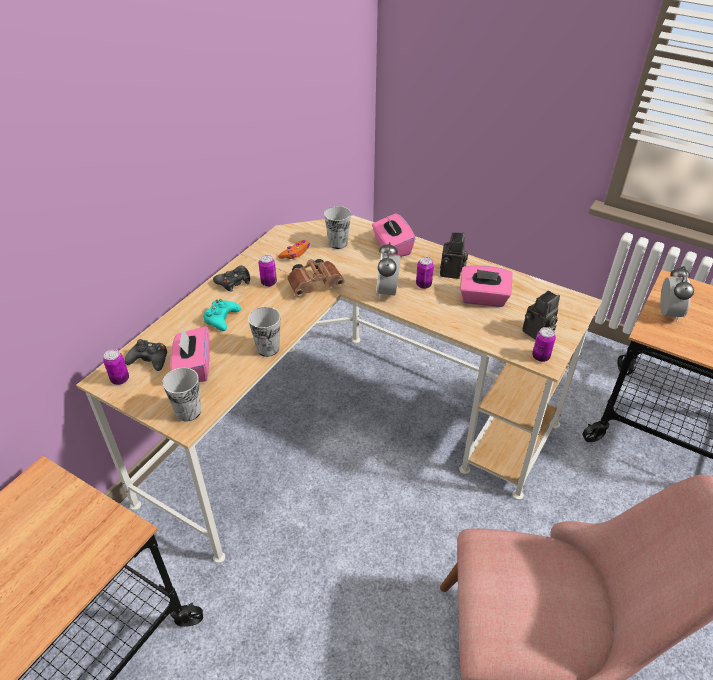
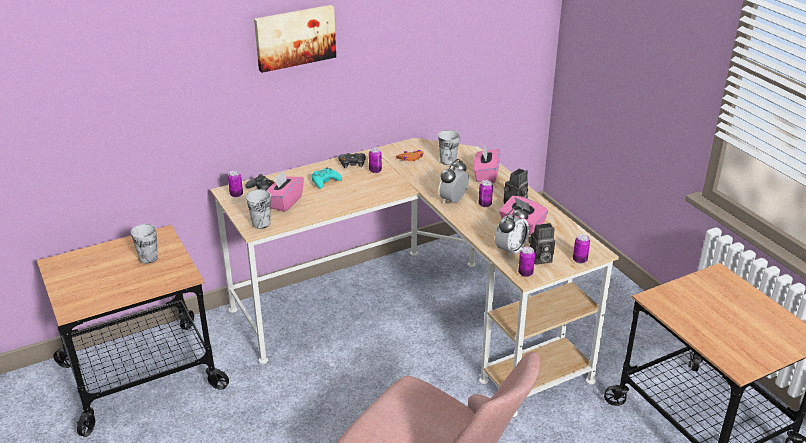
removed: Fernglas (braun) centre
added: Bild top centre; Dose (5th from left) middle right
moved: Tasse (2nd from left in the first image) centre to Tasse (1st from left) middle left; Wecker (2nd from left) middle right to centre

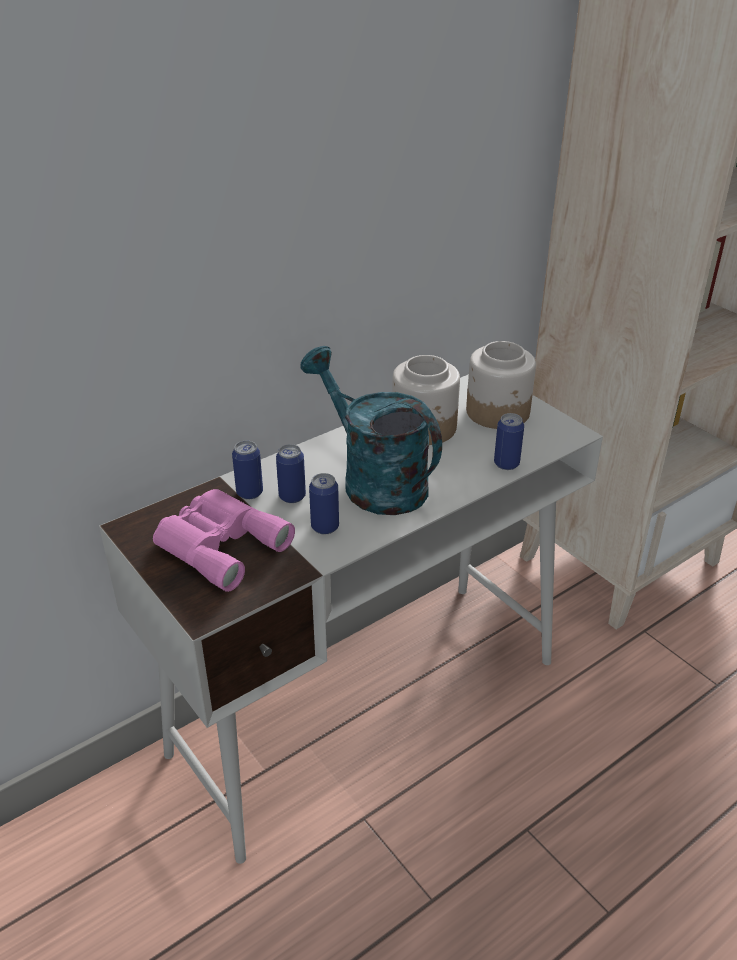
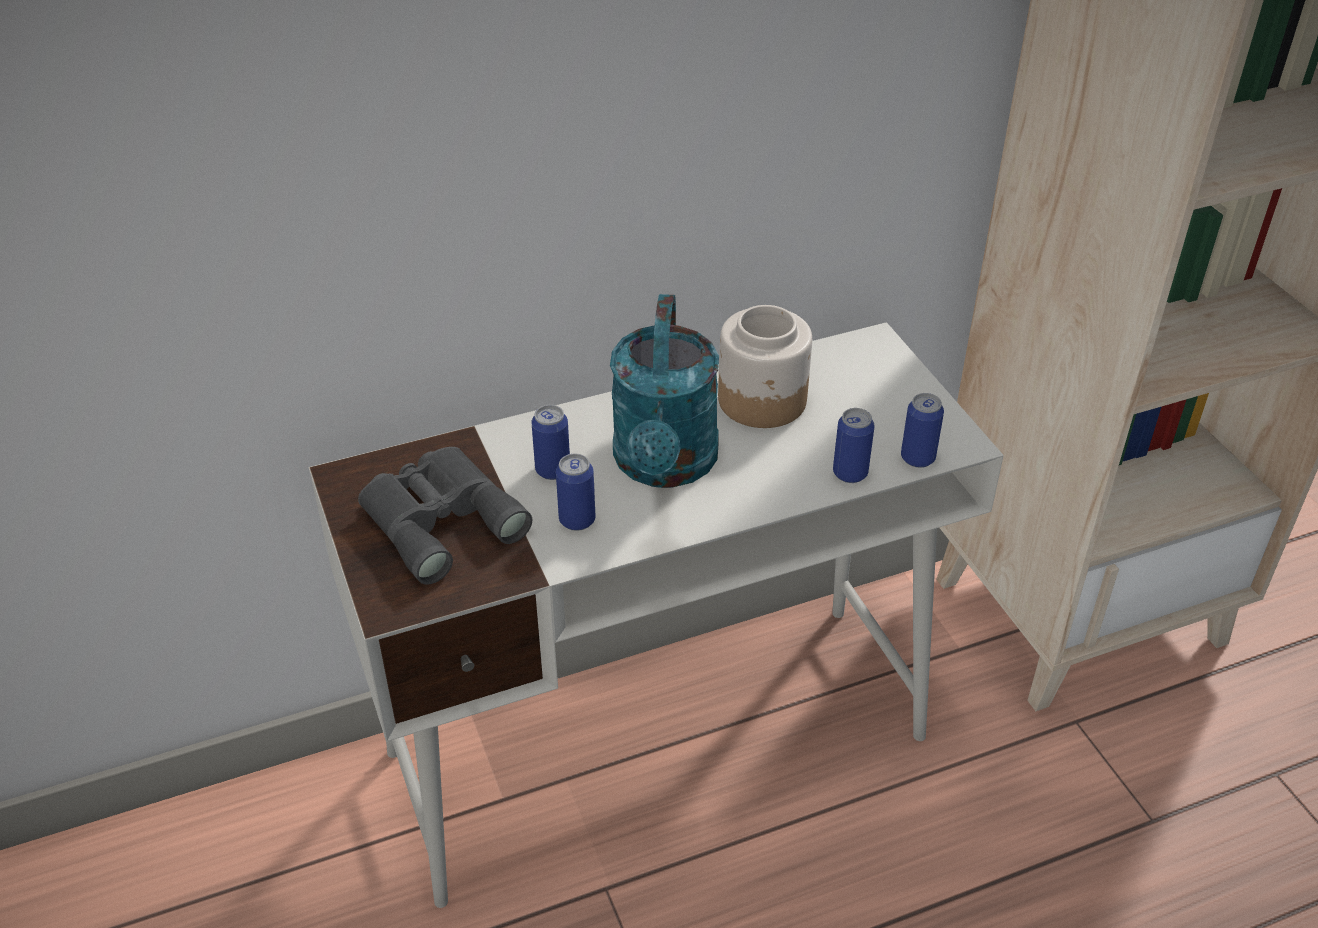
removed: Vorratsglas (2nd from left) middle right
moved: Dose (1st from left in the first image) centre to Dose (4th from left) middle right
recoloured: Fernglas (rosa) middle left to Fernglas (grau) centre
turned: Gießkanne (türkis) centre = centre 150 degrees counterclockwise

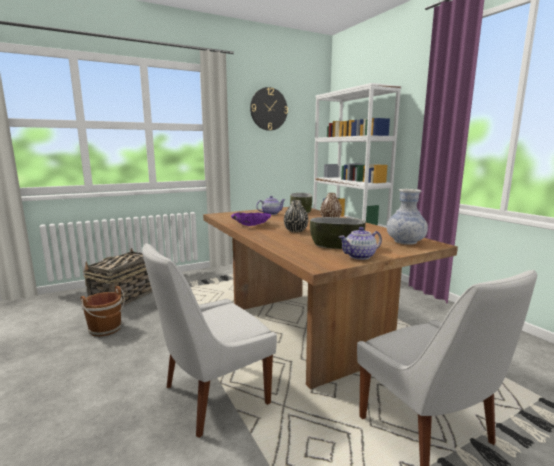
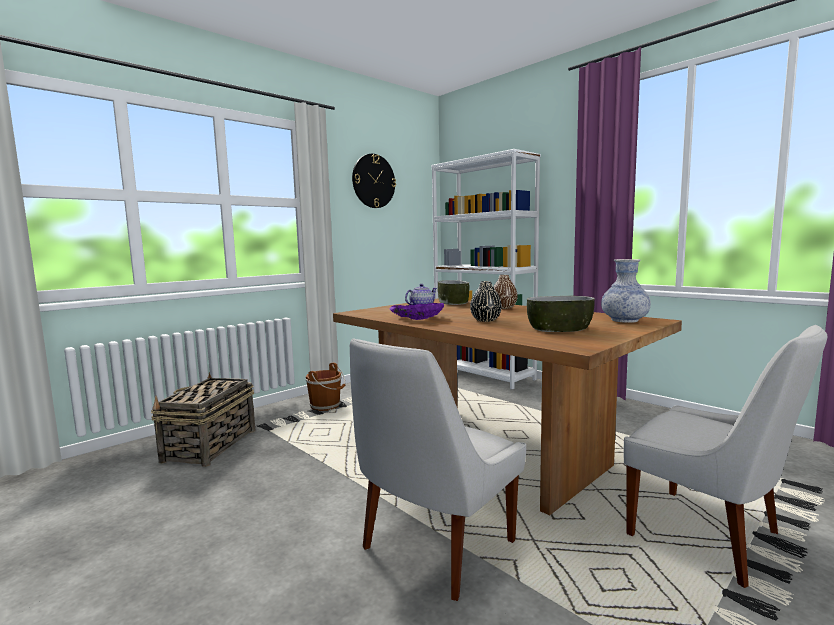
removed: Teekanne (2nd from left) centre
moved: Eimer (braun) bottom left to centre

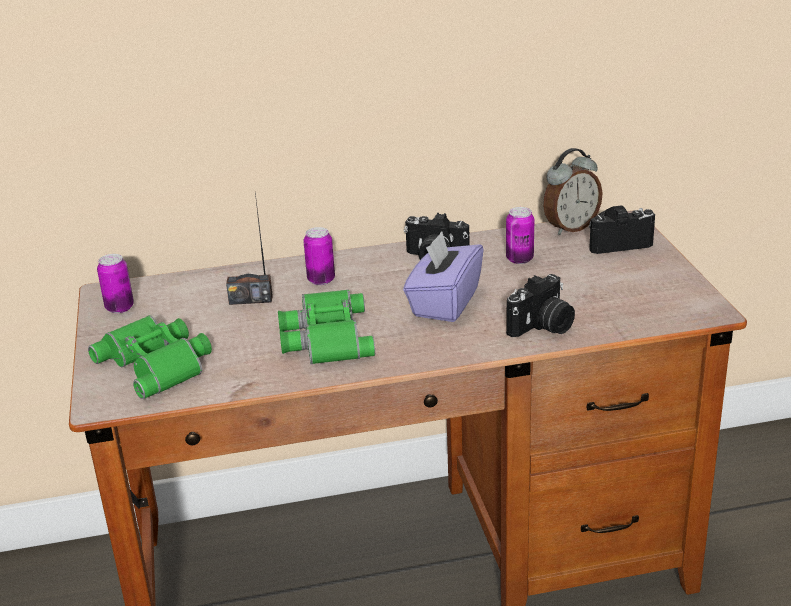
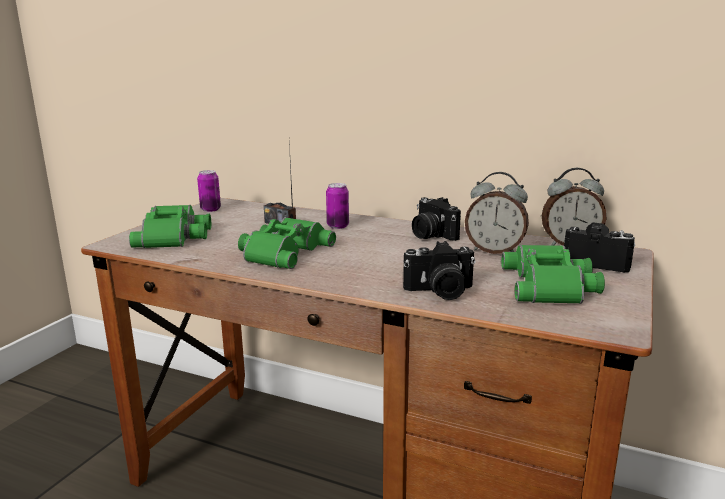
removed: Taschentuchbox (lila) centre
added: Fernglas (grün) (3rd from left) middle right
replaced: Dose (3rd from left) centre to Wecker (1st from left) middle right

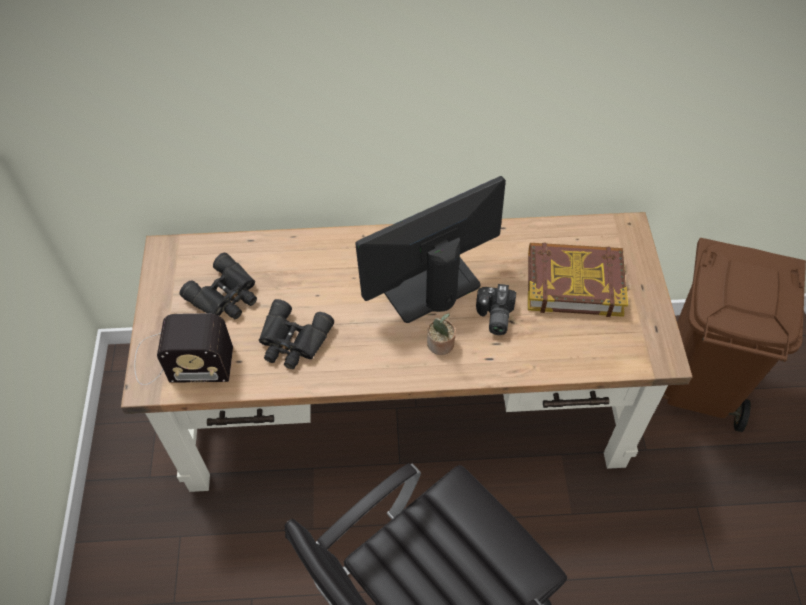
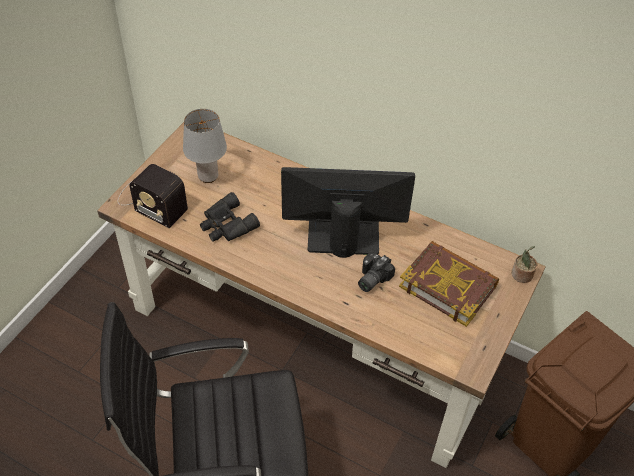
moved: Topfpflanze centre to middle right
replaced: Fernglas (schwarz) (1st from left) middle left to Tischlampe (grau) top left

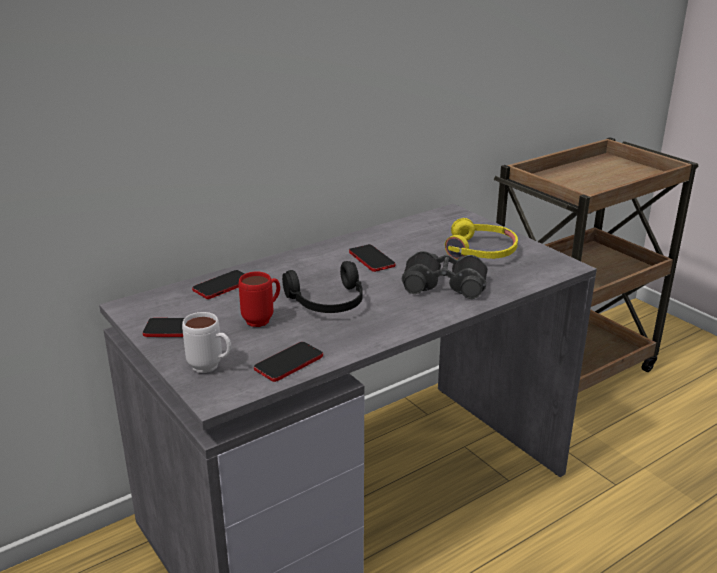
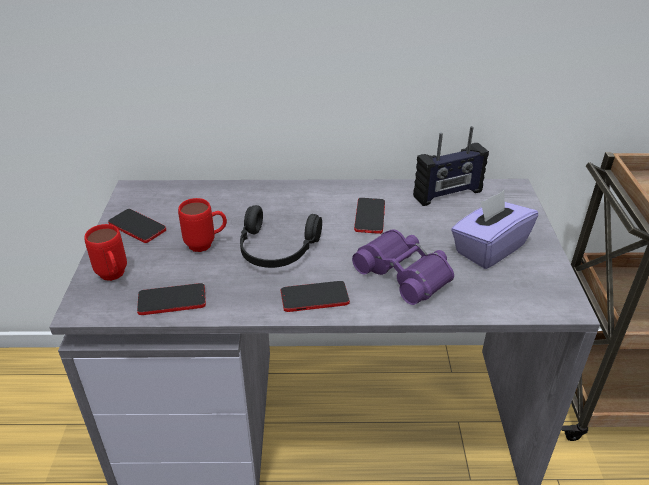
added: Radio middle right
moved: Handy (2nd from left in the first image) middle left to Handy (3rd from left) centre
replaced: Kopfhörer (gelb) middle right to Taschentuchbox (lila) middle right
recoloured: Henkelbecher (weiß) middle left to Henkelbecher (rot) (1st from left) middle left; Fernglas (schwarz) centre to Fernglas (lila) centre

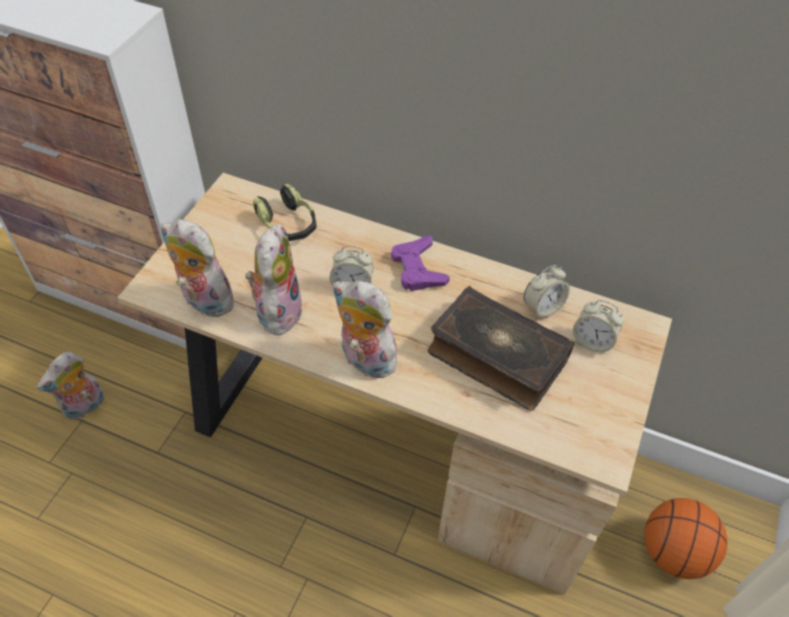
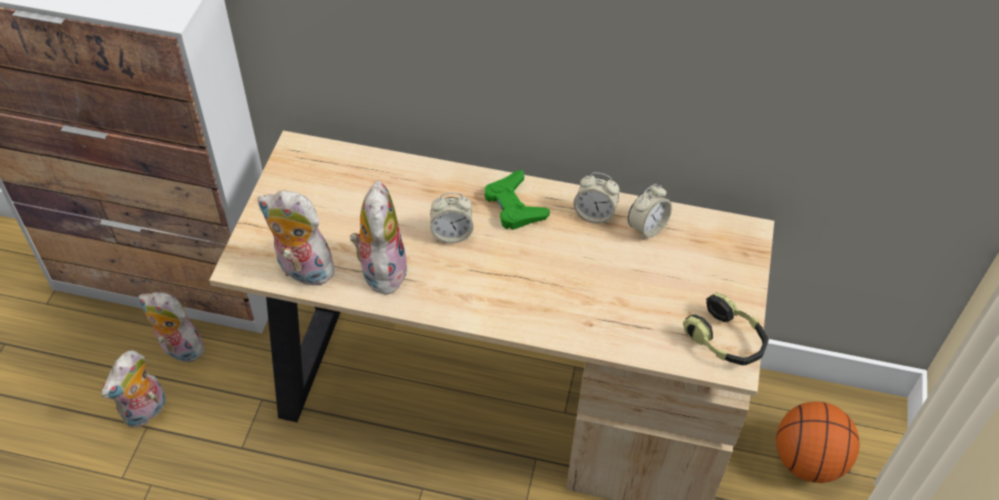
removed: Buch centre
moved: Kopfhörer centre to middle right; Plüschtier (4th from left in the first image) centre to Plüschtier (2nd from left) middle left; Wecker (3rd from left in the first image) middle right to Wecker (2nd from left) centre
recoloured: Gamepad (lila) centre to Gamepad (grün) centre

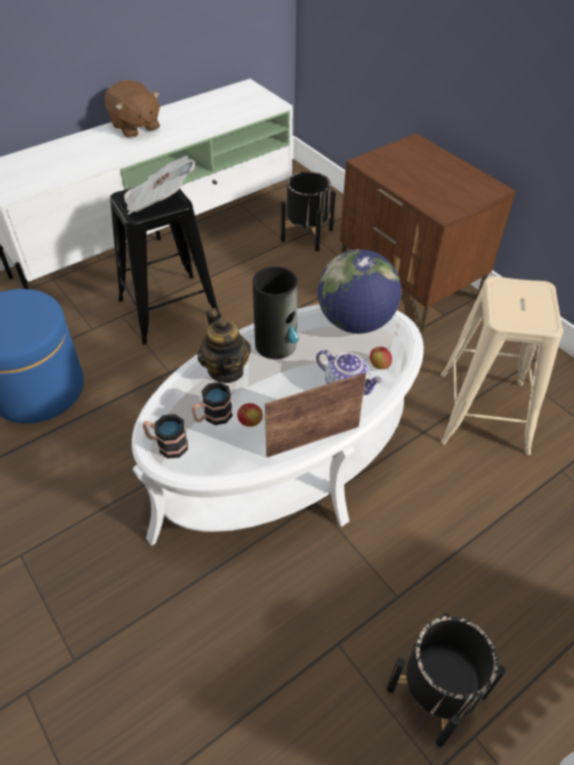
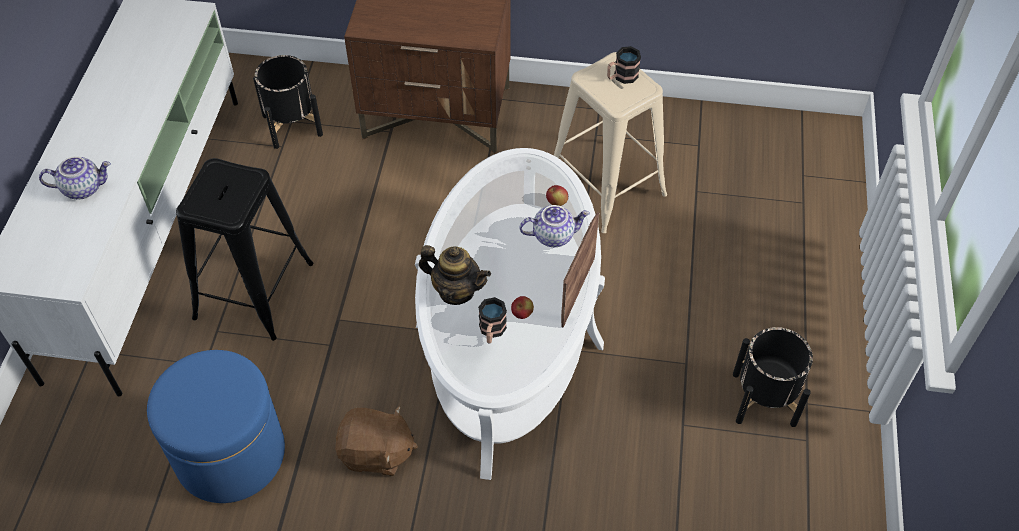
removed: Zeitung top left; Vase centre; Globus centre
added: Teekanne (1st from left) middle left
moved: Plüschtier (braun) top left to bottom centre; Henkelbecher (1st from left in the first image) middle left to Henkelbecher (2nd from left) top centre

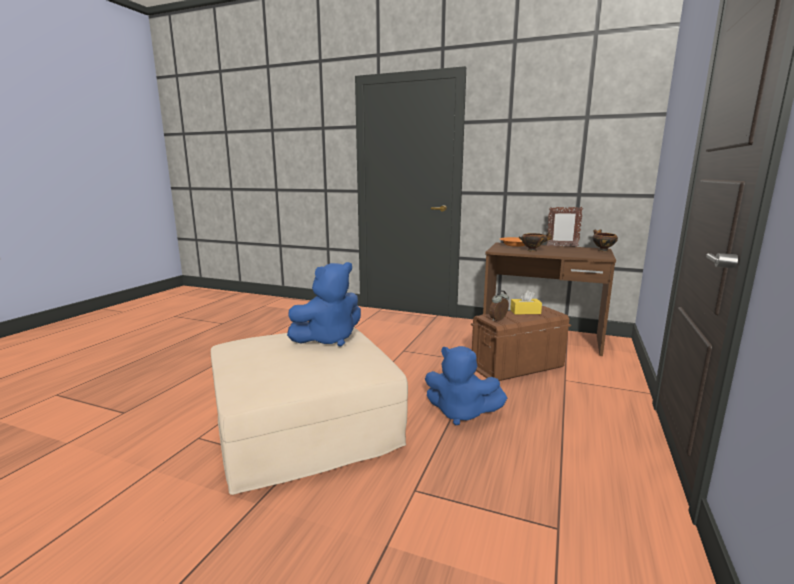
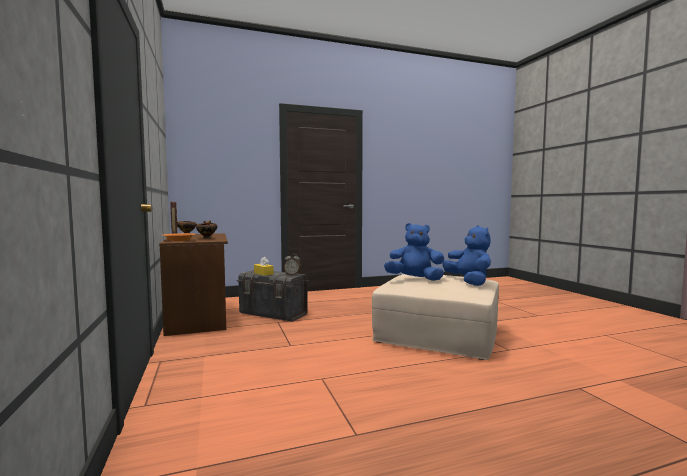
moved: Plüschtier (blau) (2nd from left) centre to middle right
recoloured: Aufbewahrungsbox (braun) centre to Aufbewahrungsbox (grau) centre

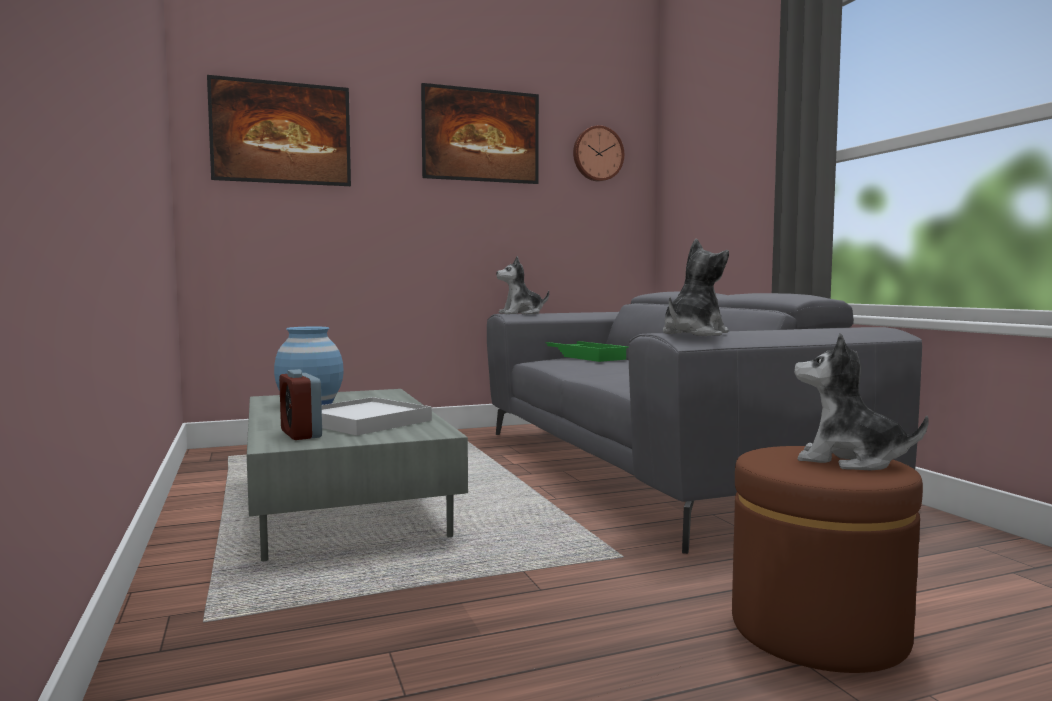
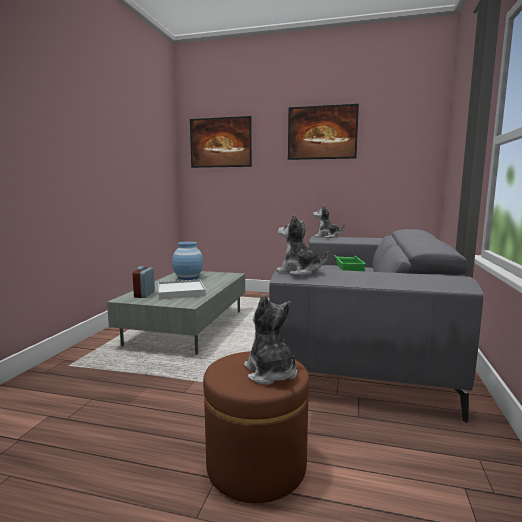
removed: Wanduhr top centre
turned: Plüschtier (2nd from left) centre = centre 135 degrees counterclockwise

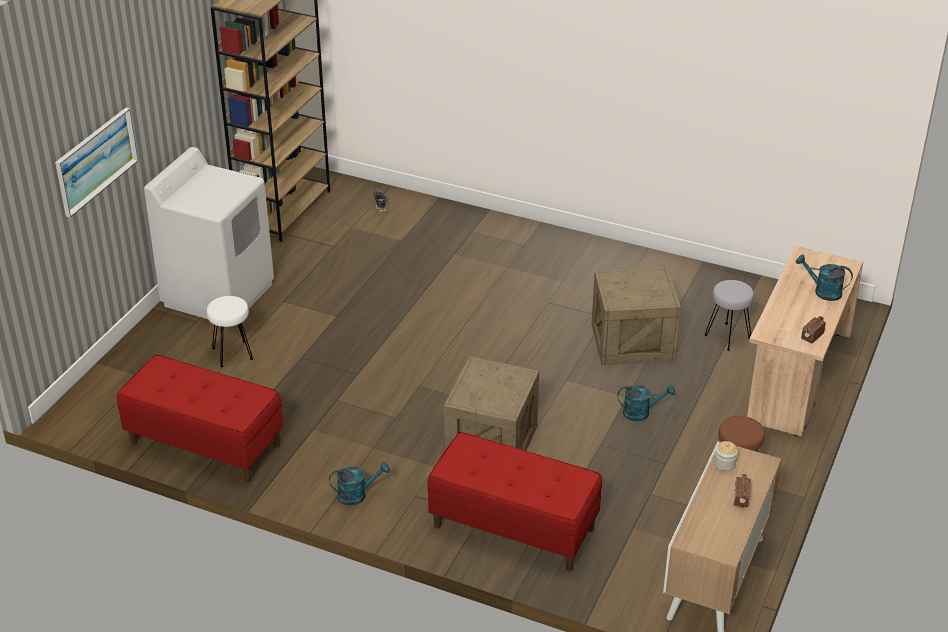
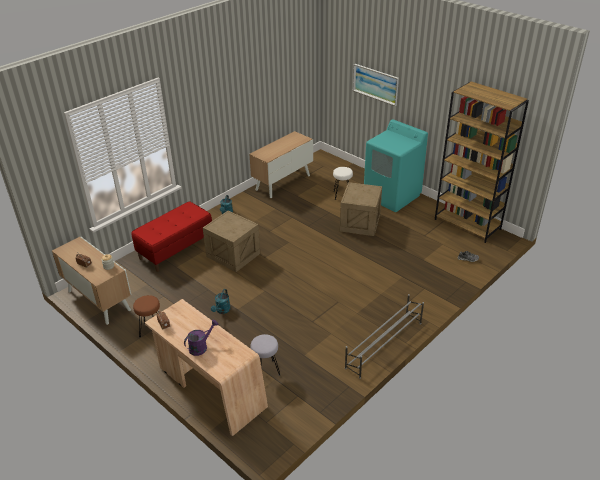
added: Schuhregal (grau) bottom centre
moved: Kiste (2nd from left) middle right to centre
replaced: Bank (rot) (1st from left) middle left to Schrank (2nd from left) centre
recoloured: Waschmaschine (weiß) middle left to Waschmaschine (türkis) centre; Gießkanne (türkis) (3rd from left) middle right to Gießkanne (lila) bottom centre

